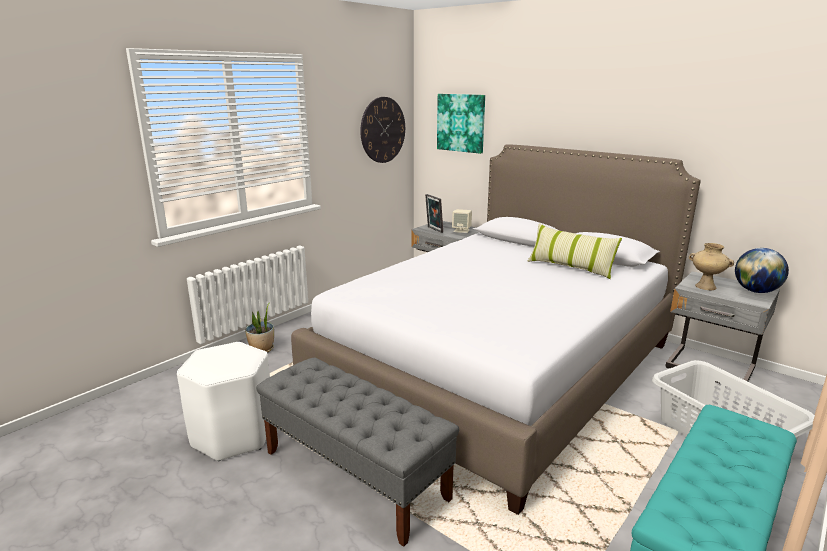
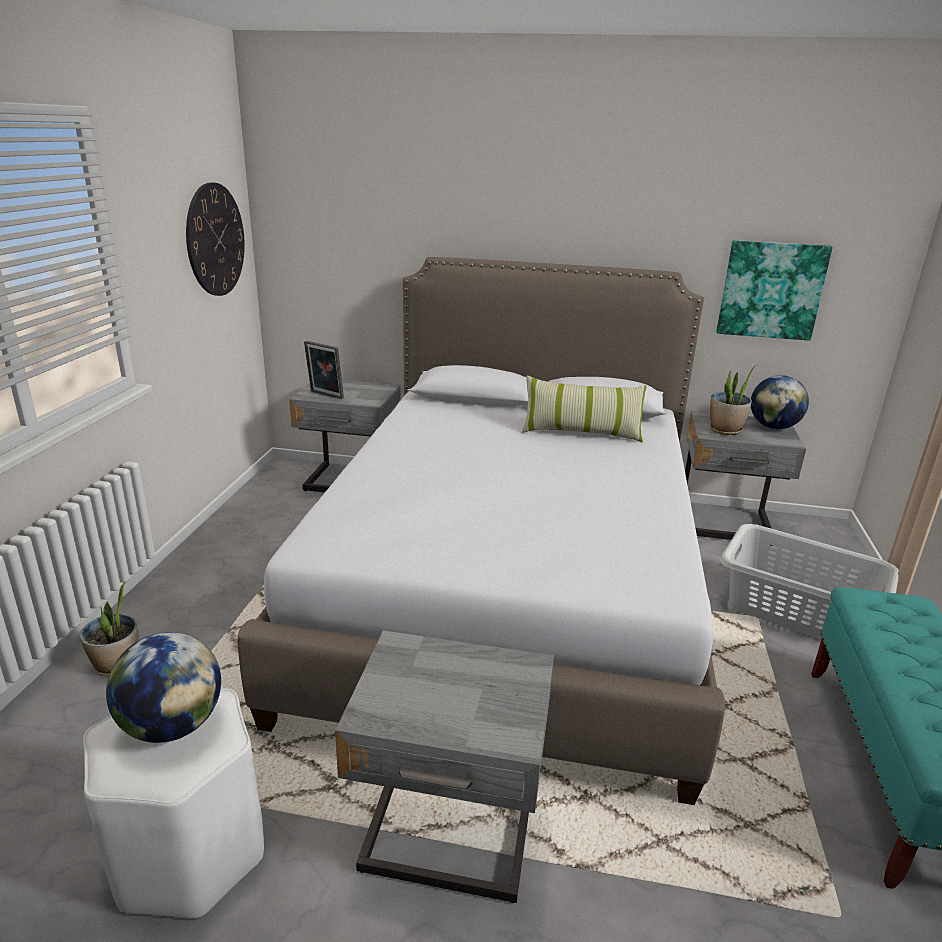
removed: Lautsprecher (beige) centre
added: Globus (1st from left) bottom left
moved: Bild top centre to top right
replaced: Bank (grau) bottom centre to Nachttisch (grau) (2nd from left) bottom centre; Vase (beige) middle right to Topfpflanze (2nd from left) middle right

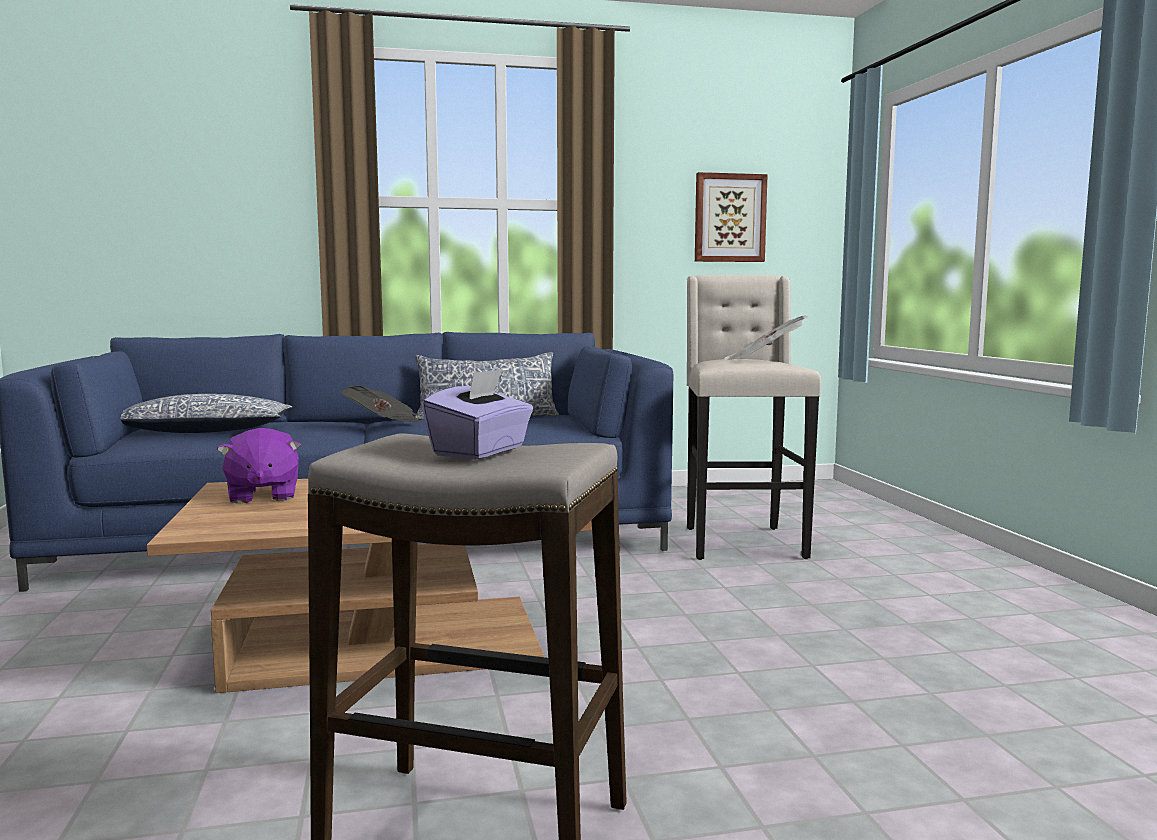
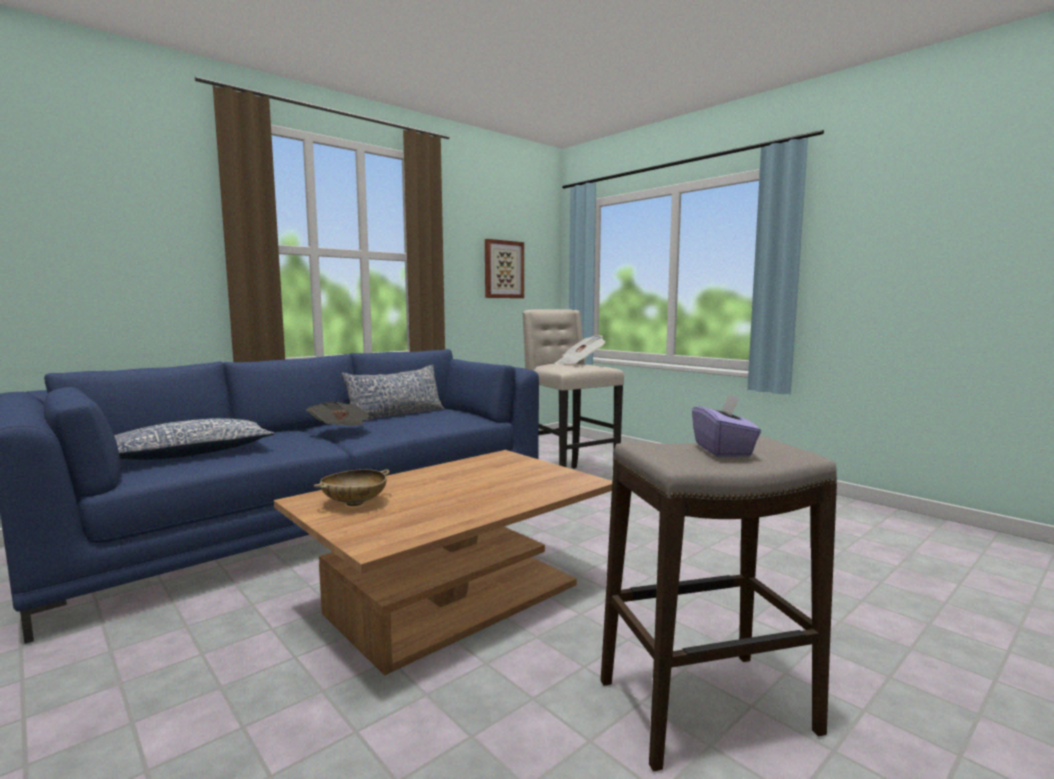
replaced: Plüschtier (lila) middle left to Schüssel (beige) centre

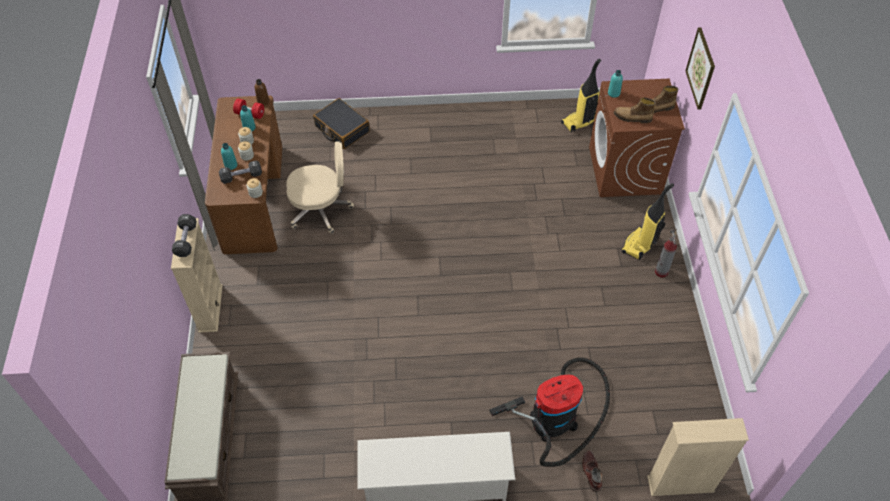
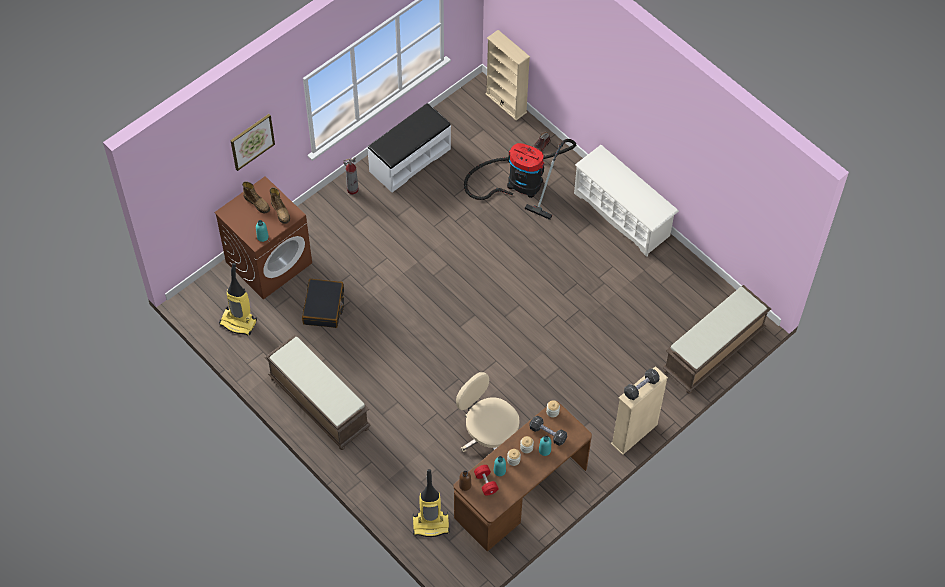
added: Bank (braun) (1st from left) bottom centre; Bank (weiß) top centre
moved: Koffer (schwarz) top centre to centre; Staubsauger (3rd from left in the first image) middle right to Staubsauger (2nd from left) bottom centre

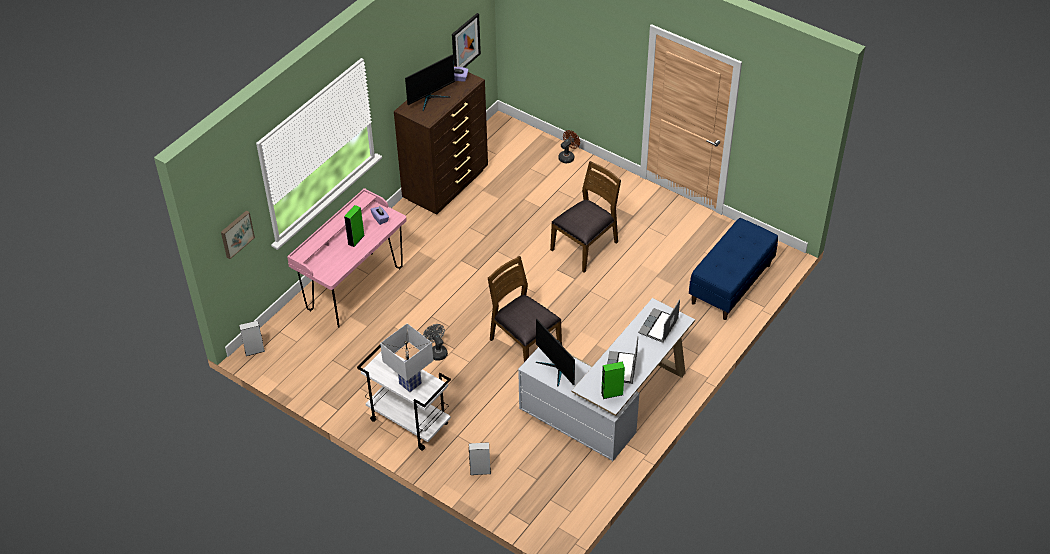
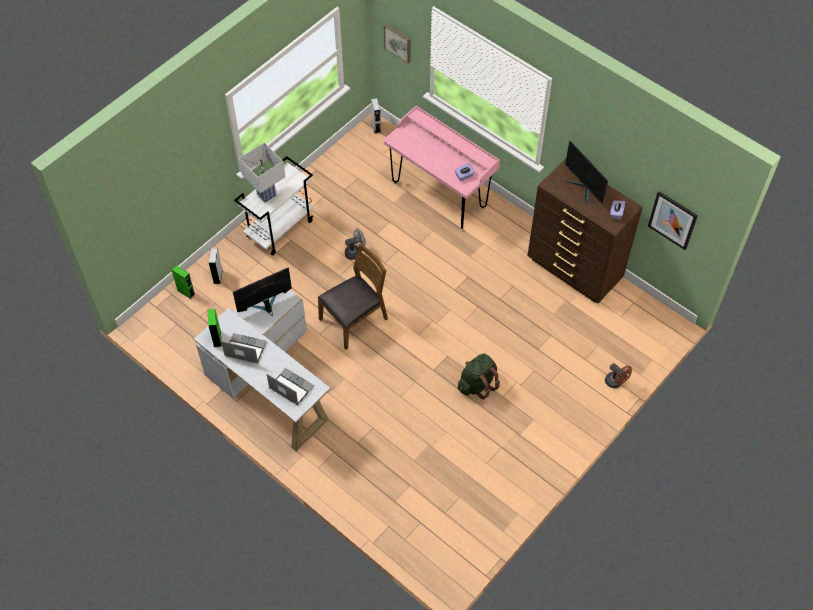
removed: Bank (blau) middle right
moved: Lautsprecher (grün) (1st from left) centre to middle left
replaced: Stuhl (braun) (2nd from left) centre to Rucksack (grün) centre

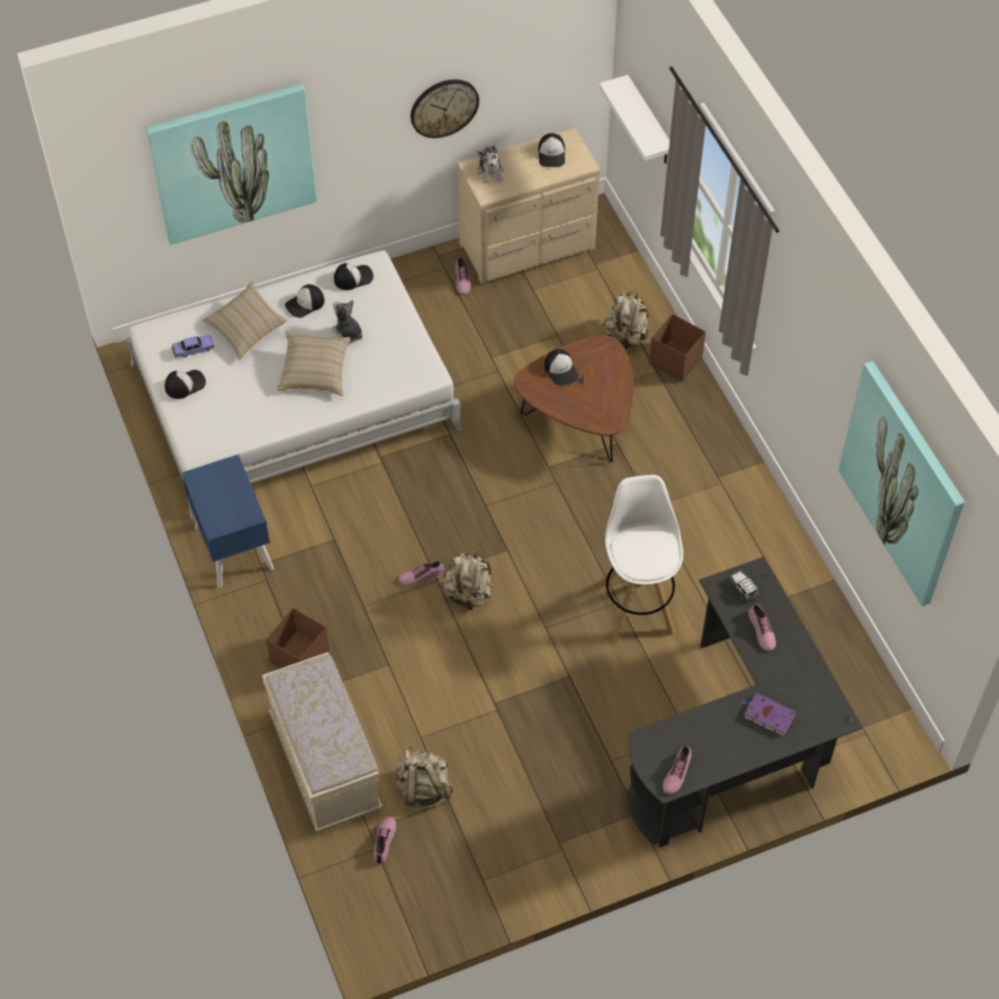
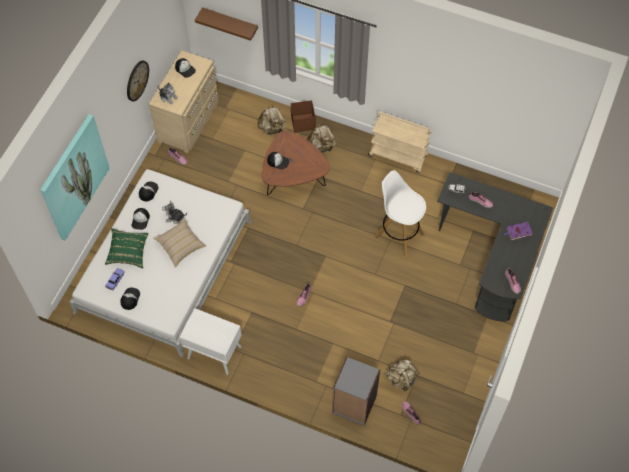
removed: Aufbewahrungsbox (braun) (1st from left) middle left; Bild (2nd from left) middle right
added: Rollwagen (beige) top centre
moved: Rucksack (beige) (2nd from left) centre to top centre
replaced: Bank (beige) bottom left to Bücherregal (grau) bottom centre
recoloured: Nachttisch (blau) middle left to Nachttisch (weiß) bottom centre; Kissen (beige) (1st from left) top left to Kissen (grün) middle left; Wandregal (weiß) top centre to Wandregal (braun) top centre

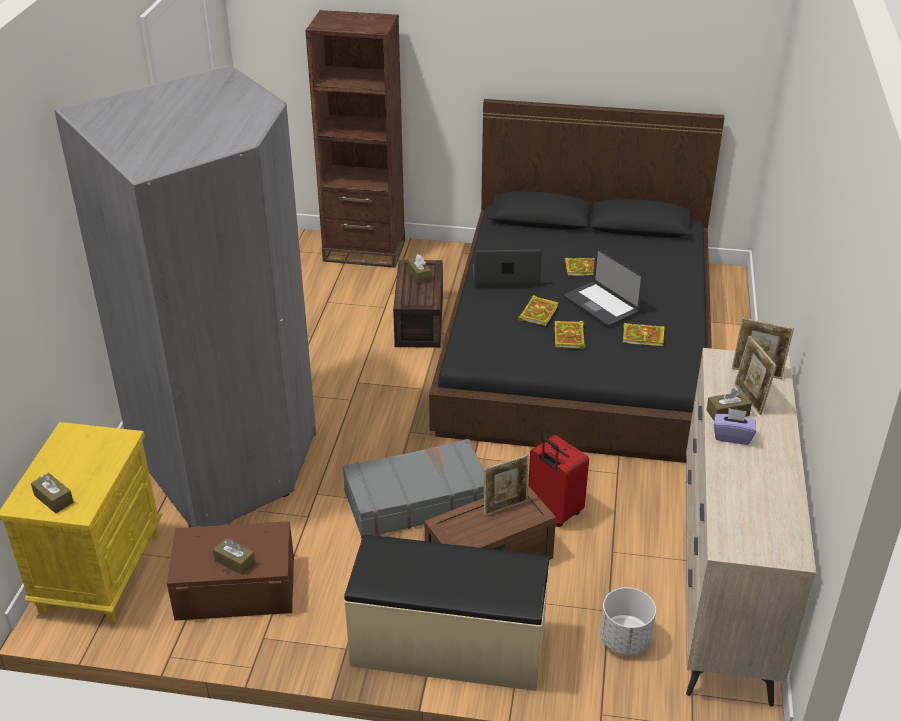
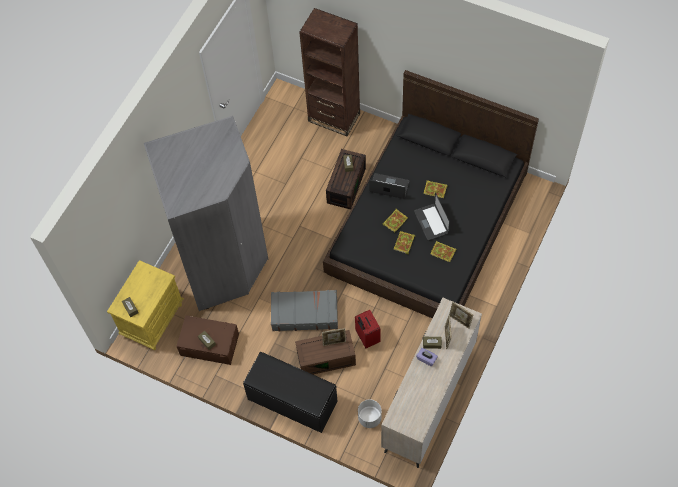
recoloured: Bank (beige) bottom centre to Bank (schwarz) bottom centre

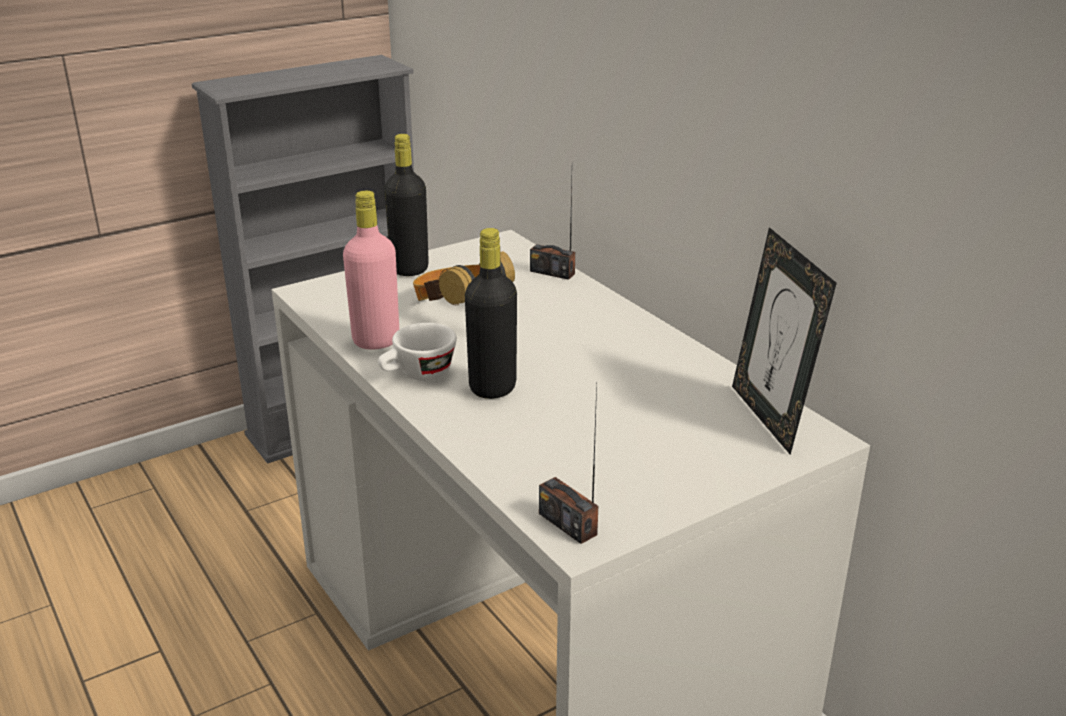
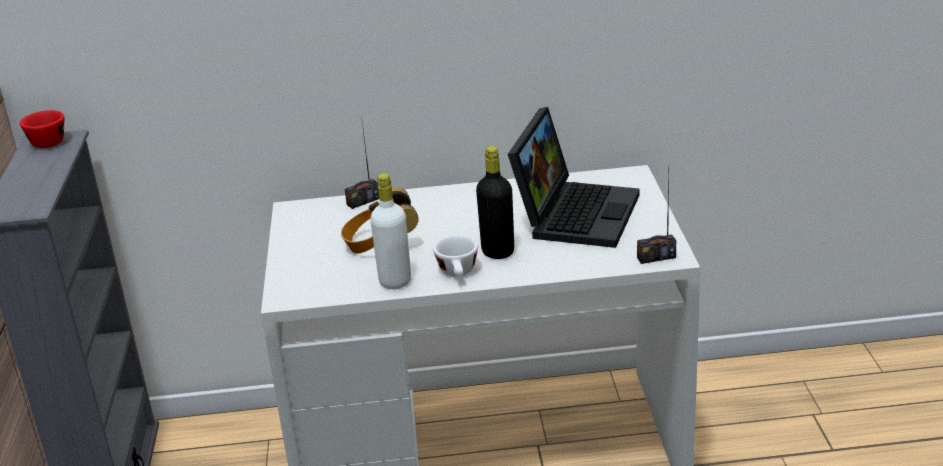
removed: Flasche (schwarz) (1st from left) top centre; Bilderrahmen middle right
added: Tasse (rot) top left; Laptop centre
recoloured: Flasche (rosa) centre to Flasche (weiß) centre

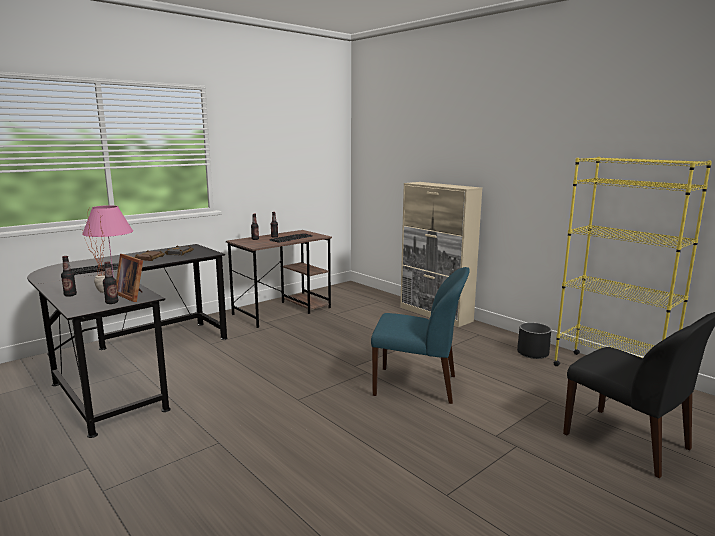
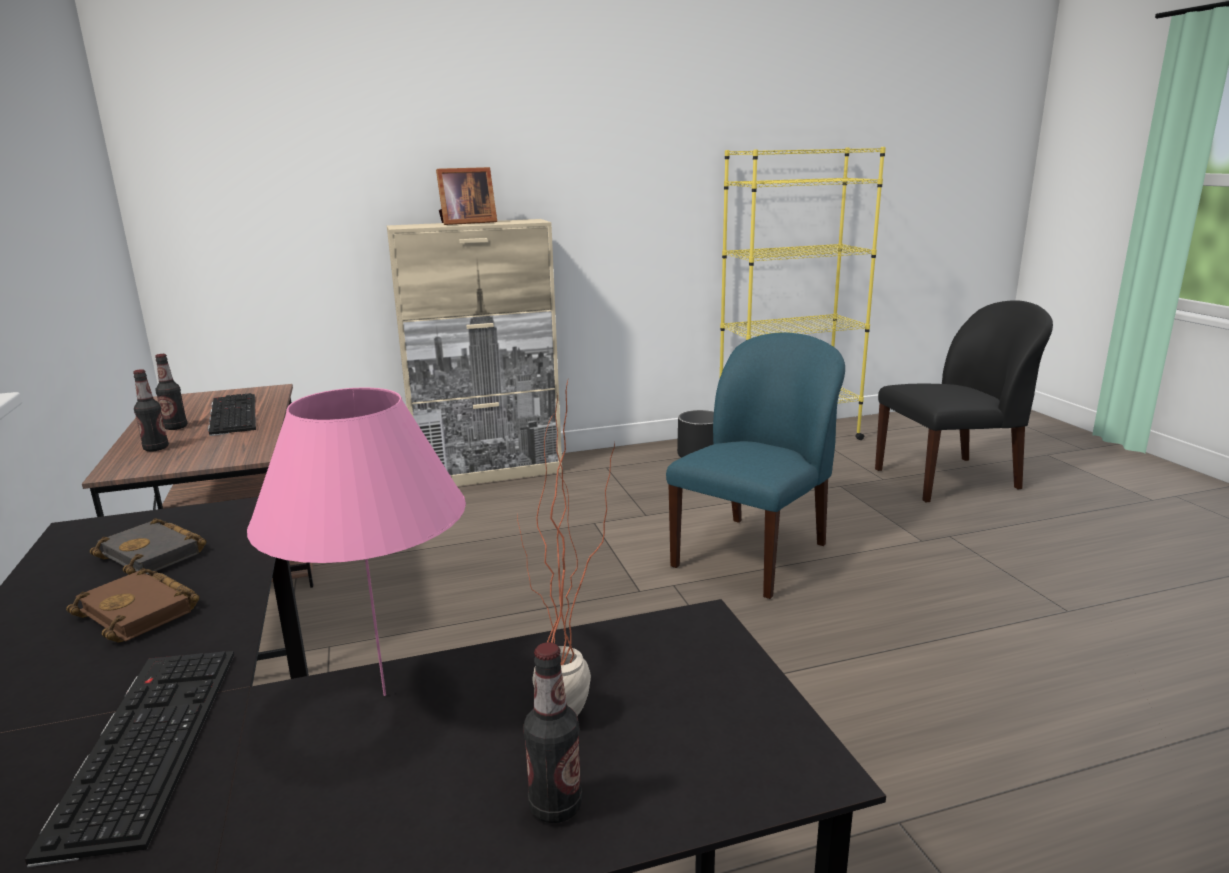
removed: Flasche (2nd from left) middle left
moved: Bilderrahmen middle left to top centre

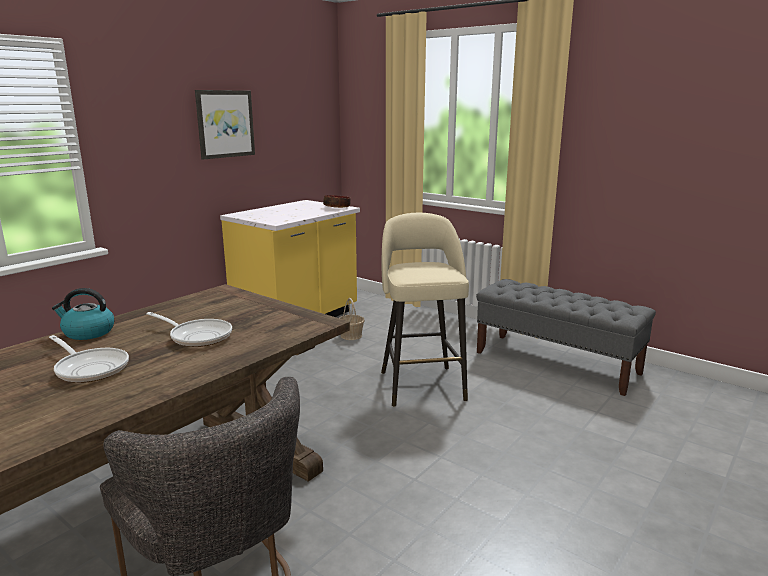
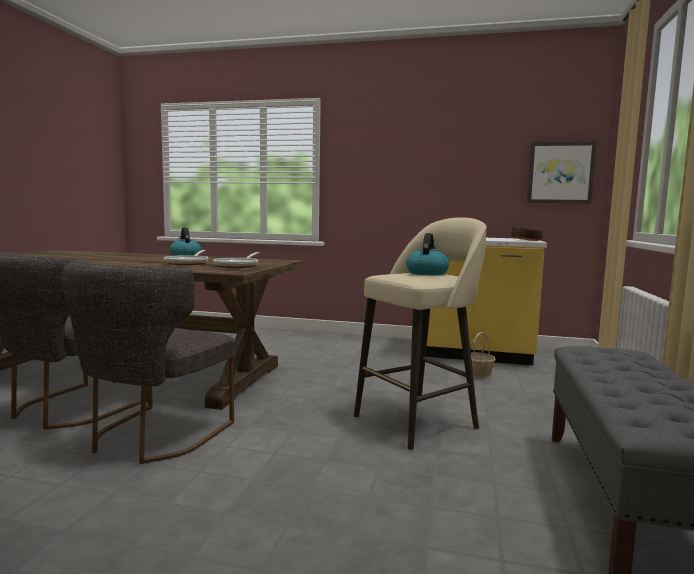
added: Stuhl (grau) (2nd from left) middle left; Wasserkessel (2nd from left) centre
moved: Pfanne (1st from left in the first image) middle left to Pfanne (2nd from left) centre; Bild top left to top right

